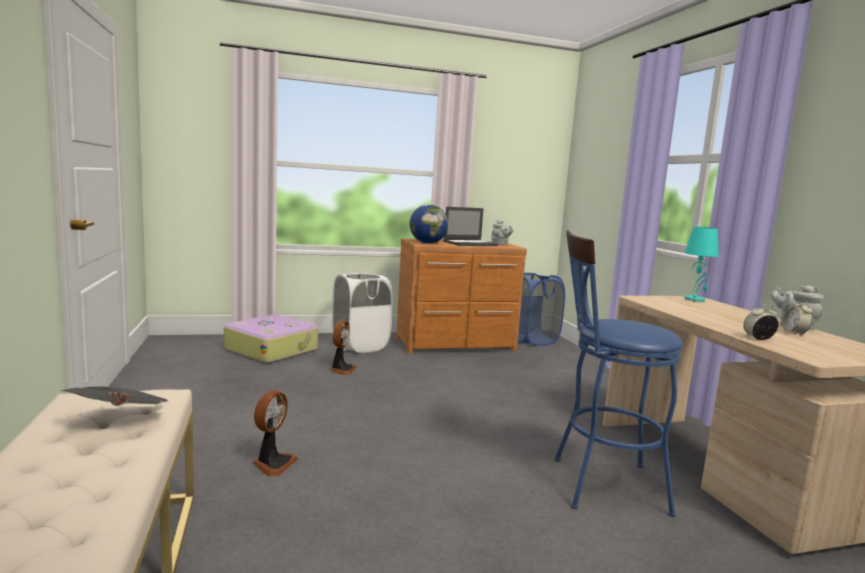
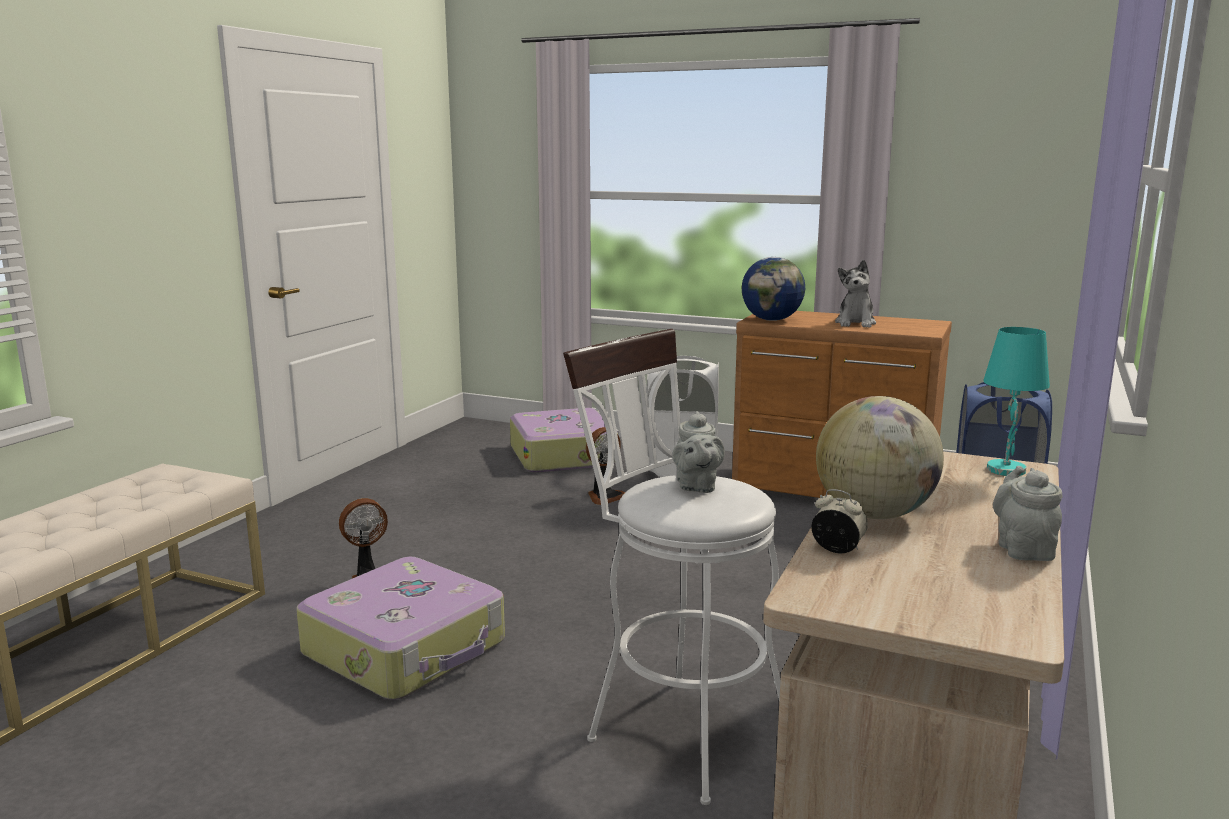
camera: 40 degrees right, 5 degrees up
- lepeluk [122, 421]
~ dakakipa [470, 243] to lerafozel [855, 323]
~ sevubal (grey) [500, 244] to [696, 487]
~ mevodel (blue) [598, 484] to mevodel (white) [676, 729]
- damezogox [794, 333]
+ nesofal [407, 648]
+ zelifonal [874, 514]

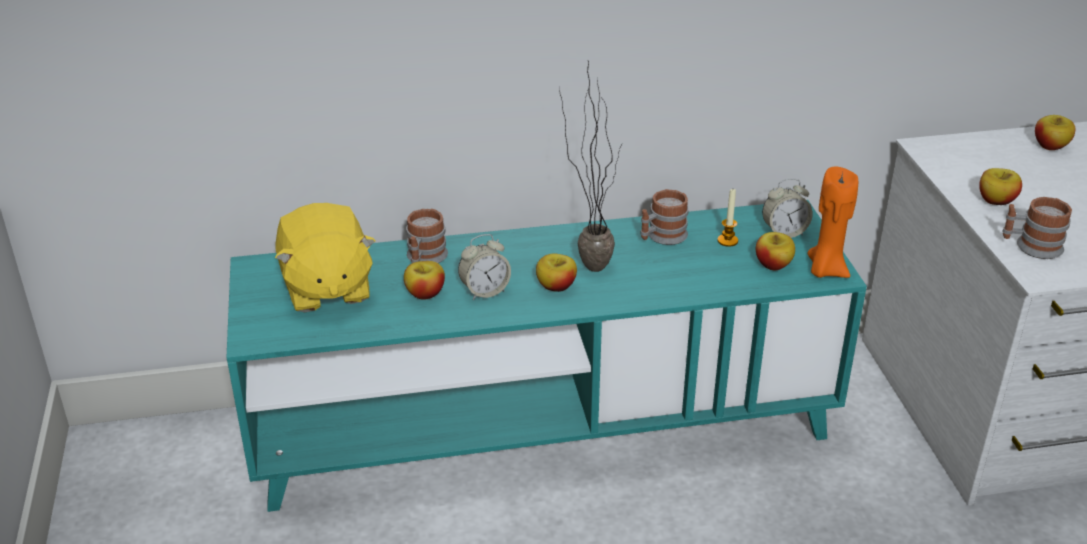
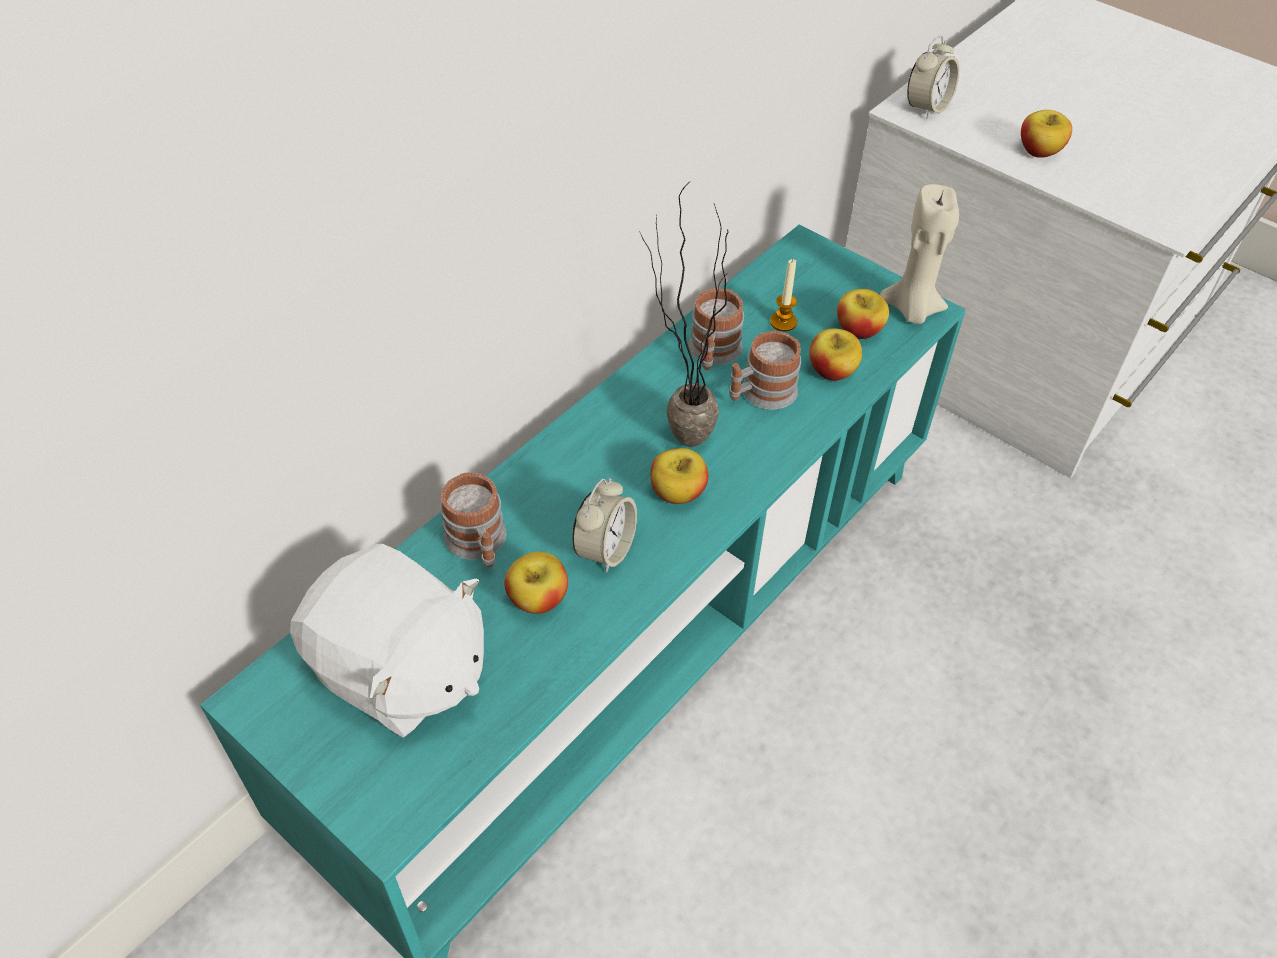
camera: 40 degrees left, 15 degrees up
~ lerafozel (yellow) [326, 288] to lerafozel (white) [399, 671]
~ damezogox [784, 232] to [927, 107]
~ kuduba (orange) [825, 270] to kuduba (beige) [912, 310]
~ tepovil [1031, 246] to [761, 394]
~ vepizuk [1050, 146] to [832, 371]

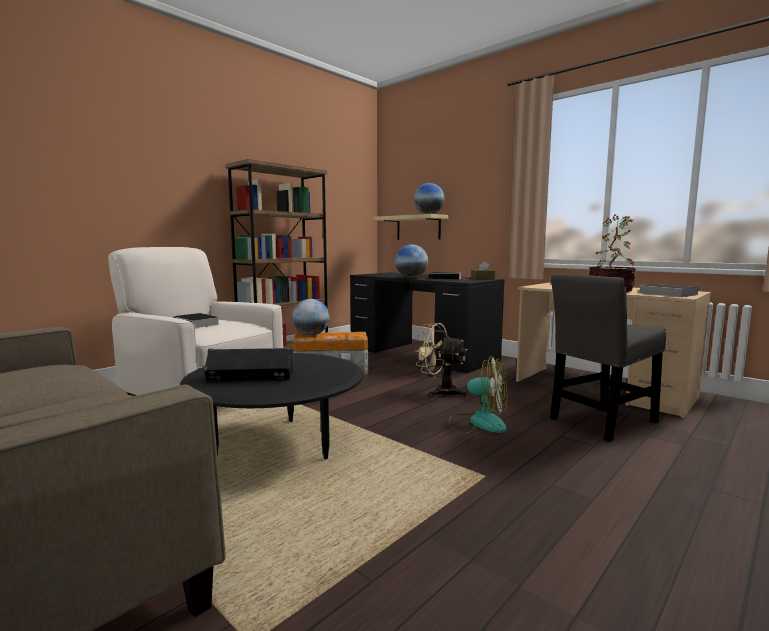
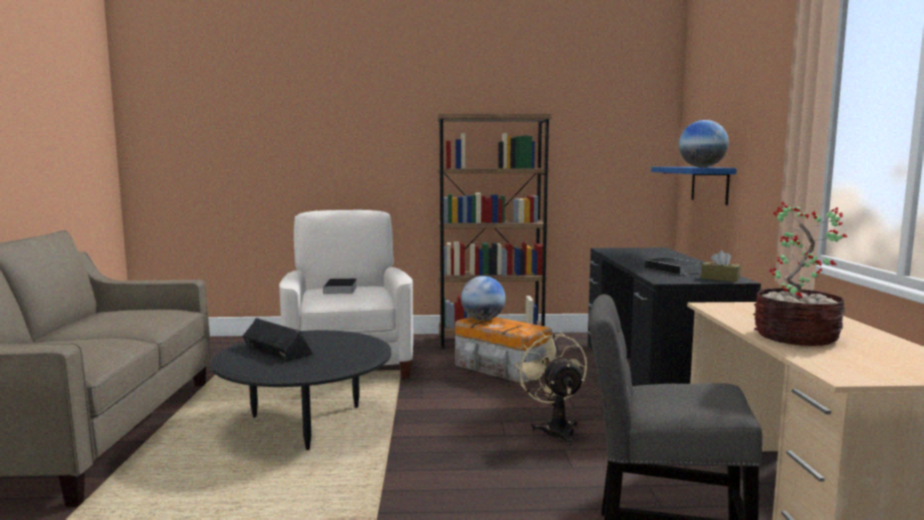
camera: 45 degrees right, 0 degrees up
~ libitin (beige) [418, 228] to libitin (blue) [710, 184]
- zelifonal [411, 277]
- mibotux [478, 422]
- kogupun [665, 293]

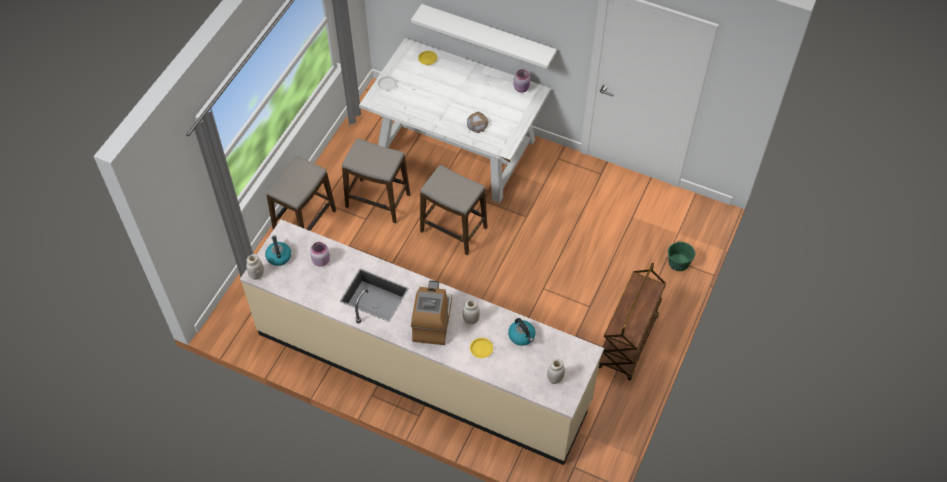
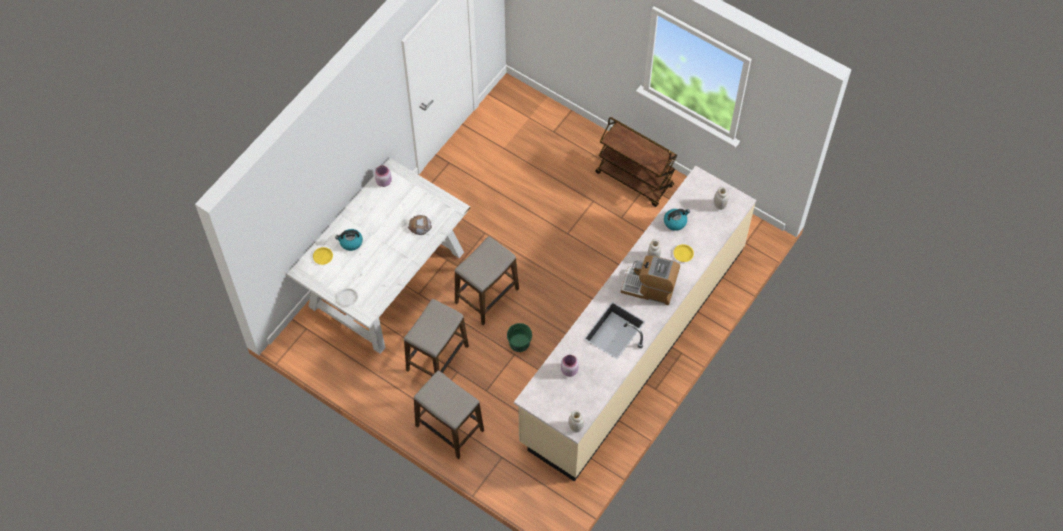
camera: 80 degrees left, 5 degrees up
~ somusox [278, 256] to [350, 242]
- libitin (white) [488, 35]
~ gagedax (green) [678, 262] to [519, 343]

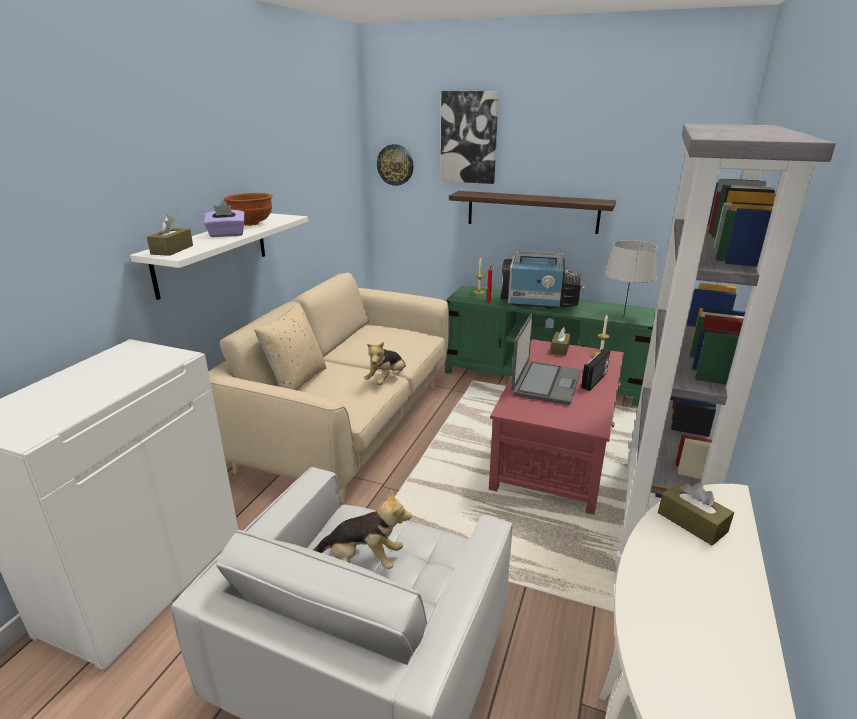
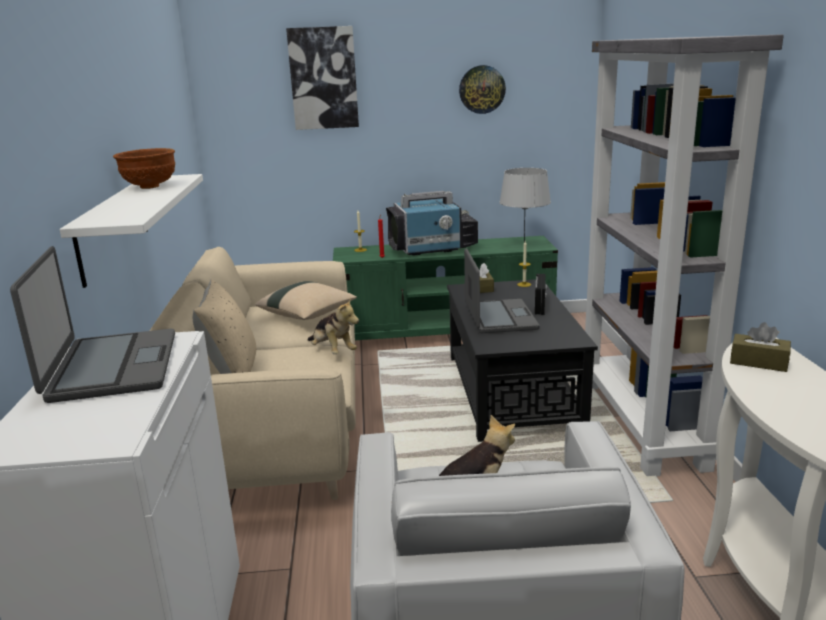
camera: 25 degrees left, 5 degrees down
- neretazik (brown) [172, 250]
- neretazik (purple) [227, 234]
~ lerafozel [387, 379] = [333, 351] 45 degrees counterclockwise
~ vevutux [395, 165] to [482, 89]
- libitin [532, 212]
~ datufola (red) [556, 450] to datufola (black) [512, 391]
+ dakakipa [111, 367]
+ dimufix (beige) [308, 315]

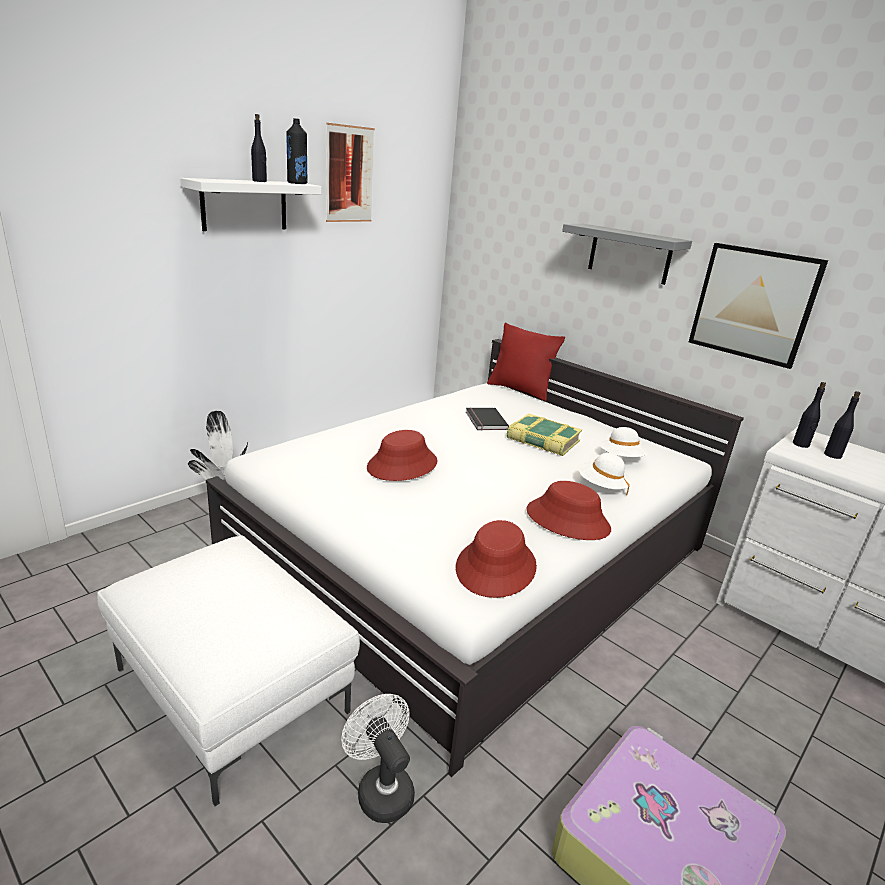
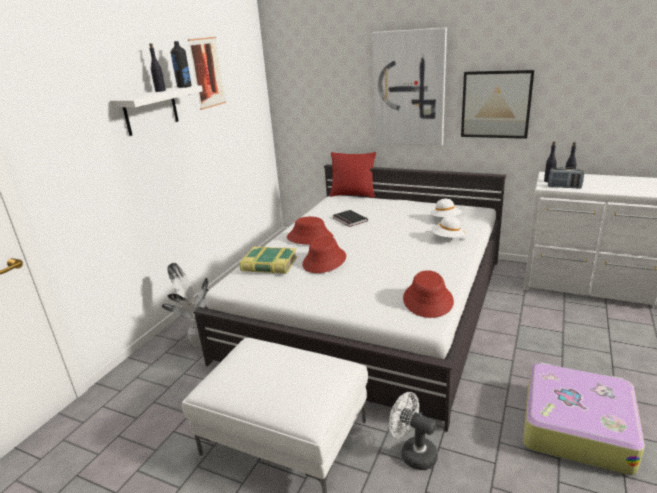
camera: 15 degrees left, 0 degrees up
~ kogupun [542, 441] to [269, 265]
~ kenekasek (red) [568, 520] to [310, 237]
~ libitin (grey) [629, 254] to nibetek [409, 89]
+ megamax [564, 187]

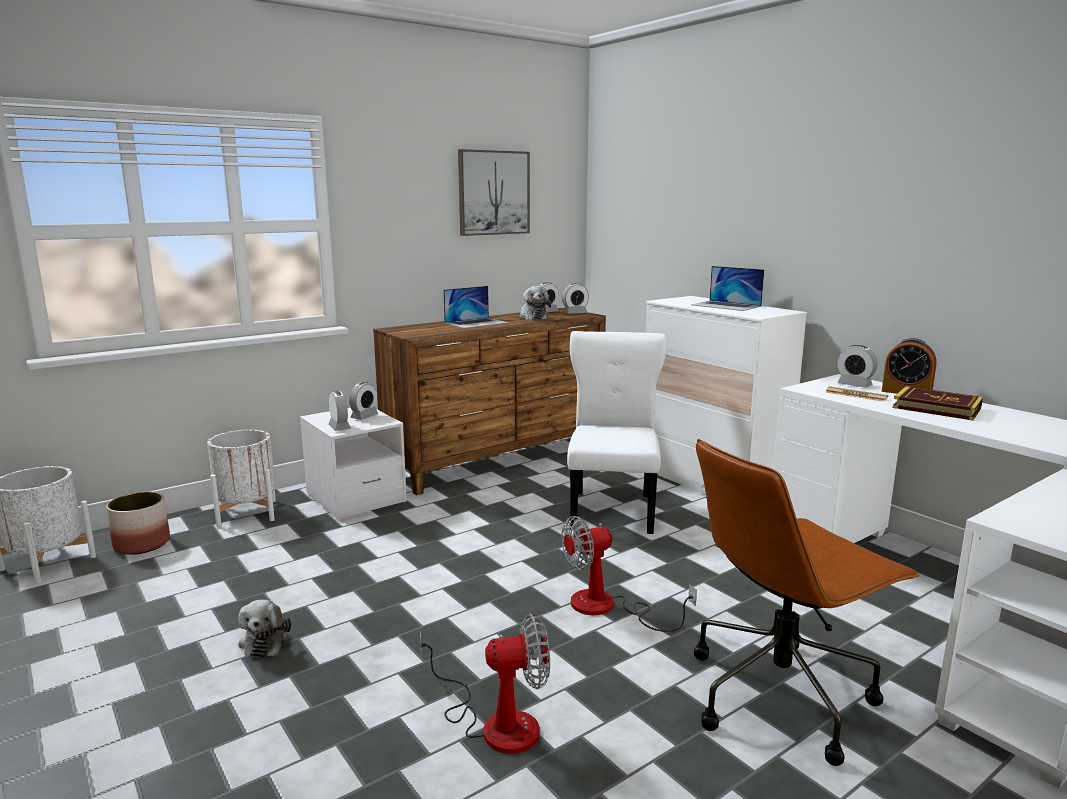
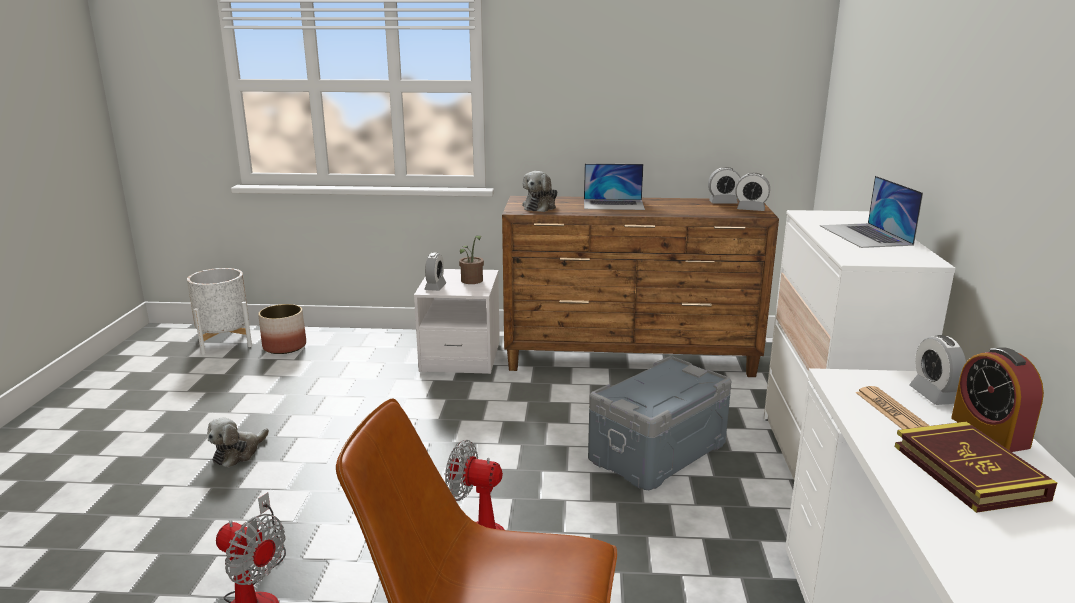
camera: 40 degrees right, 5 degrees up
- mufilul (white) [247, 513]
~ damezogox [364, 416] to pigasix [472, 281]
- nibetek [493, 193]
~ lerafozel [533, 317] to [540, 206]
~ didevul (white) [613, 509] to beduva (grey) [659, 452]

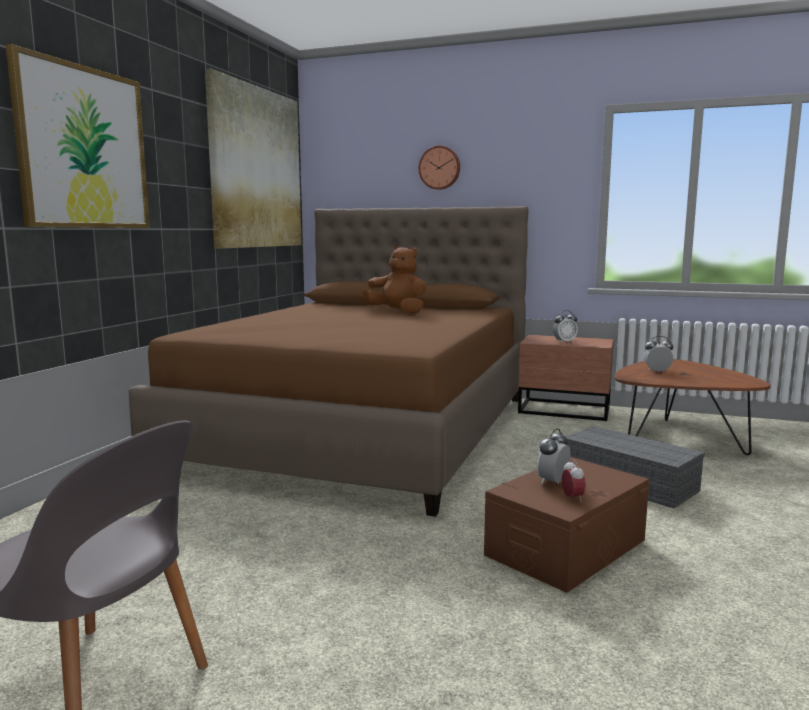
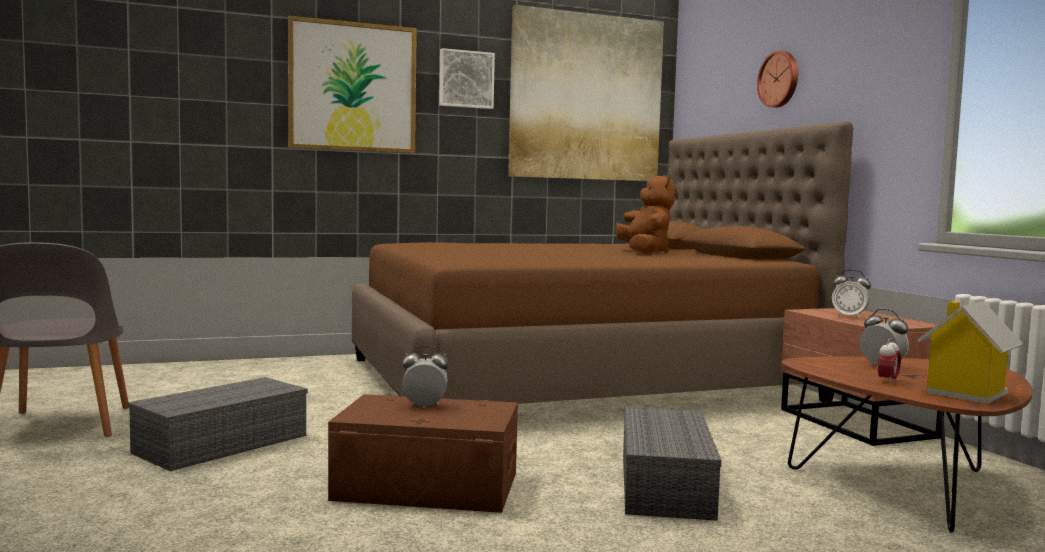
camera: 50 degrees right, 5 degrees down
~ damezogox [572, 498] to [887, 381]
+ beduva (grey) [223, 443]
+ nibetek [466, 79]
+ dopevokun [964, 393]

